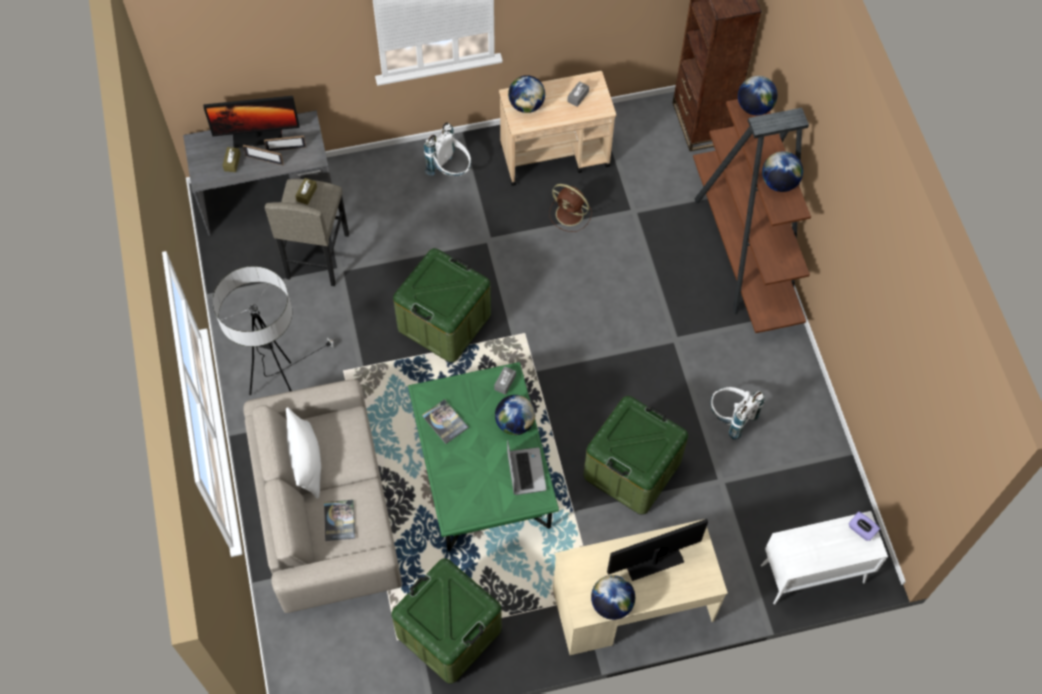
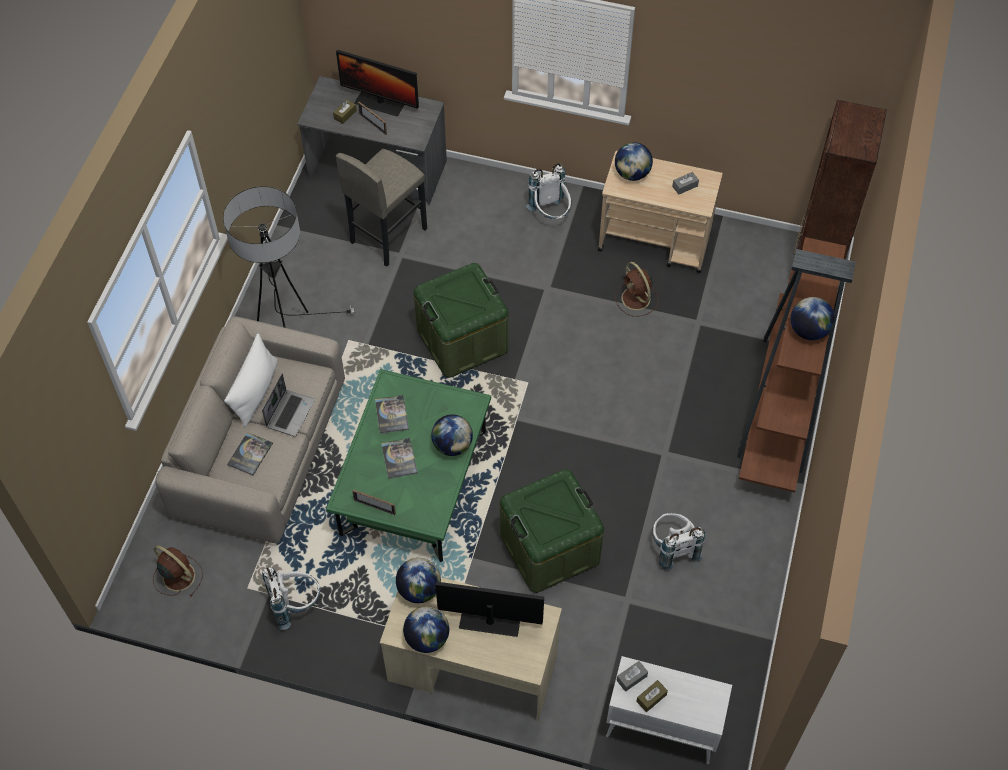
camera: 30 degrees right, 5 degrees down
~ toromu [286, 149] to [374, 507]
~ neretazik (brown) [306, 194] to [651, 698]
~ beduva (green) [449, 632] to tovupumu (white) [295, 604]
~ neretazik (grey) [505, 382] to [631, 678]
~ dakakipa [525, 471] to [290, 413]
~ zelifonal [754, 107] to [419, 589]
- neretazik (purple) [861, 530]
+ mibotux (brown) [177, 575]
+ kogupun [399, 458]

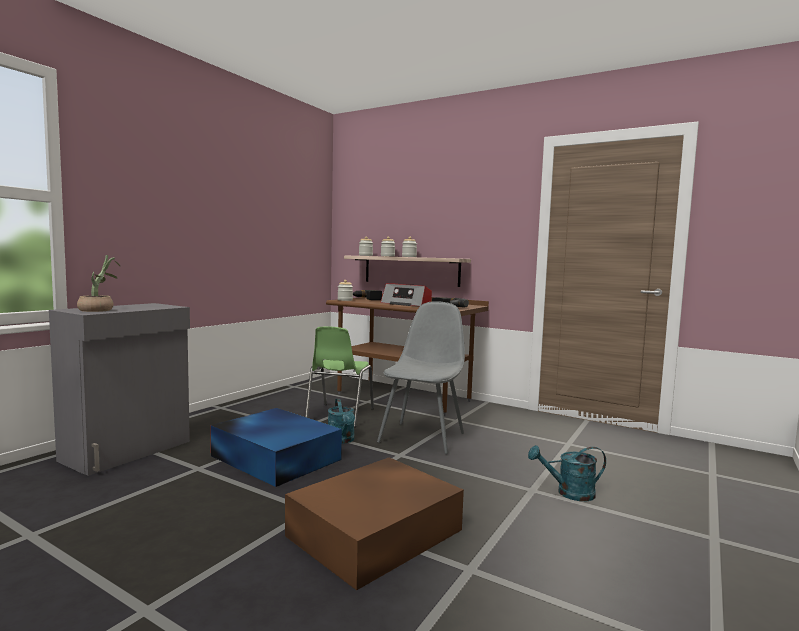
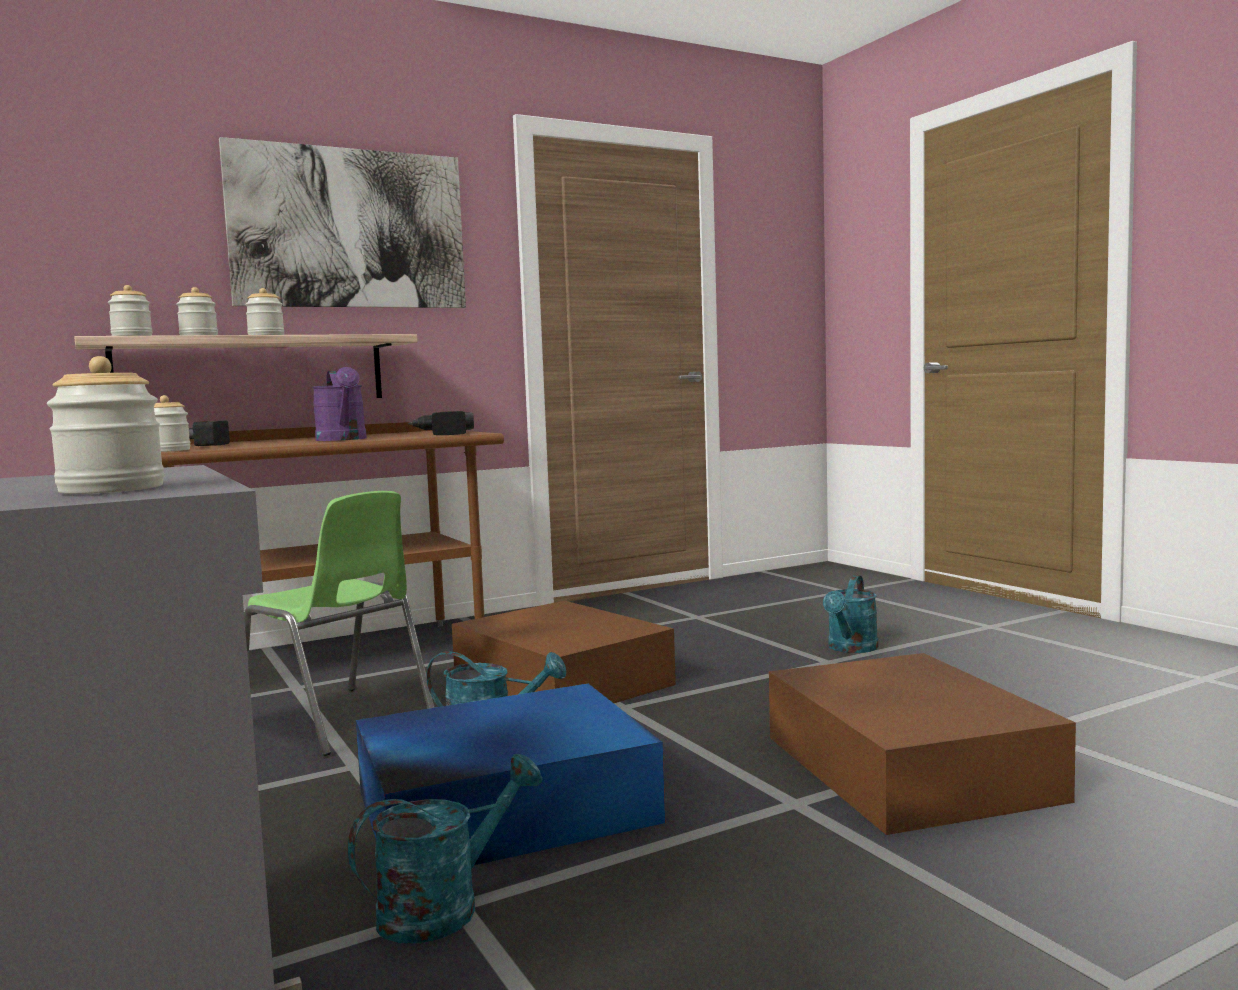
camera: 60 degrees left, 0 degrees up
~ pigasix [100, 310] to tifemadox [111, 489]
~ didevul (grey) [423, 437] to beduva (brown) [561, 680]
~ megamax [406, 304] to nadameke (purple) [343, 439]
+ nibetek [349, 228]
+ nadameke (turquoise) [444, 907]

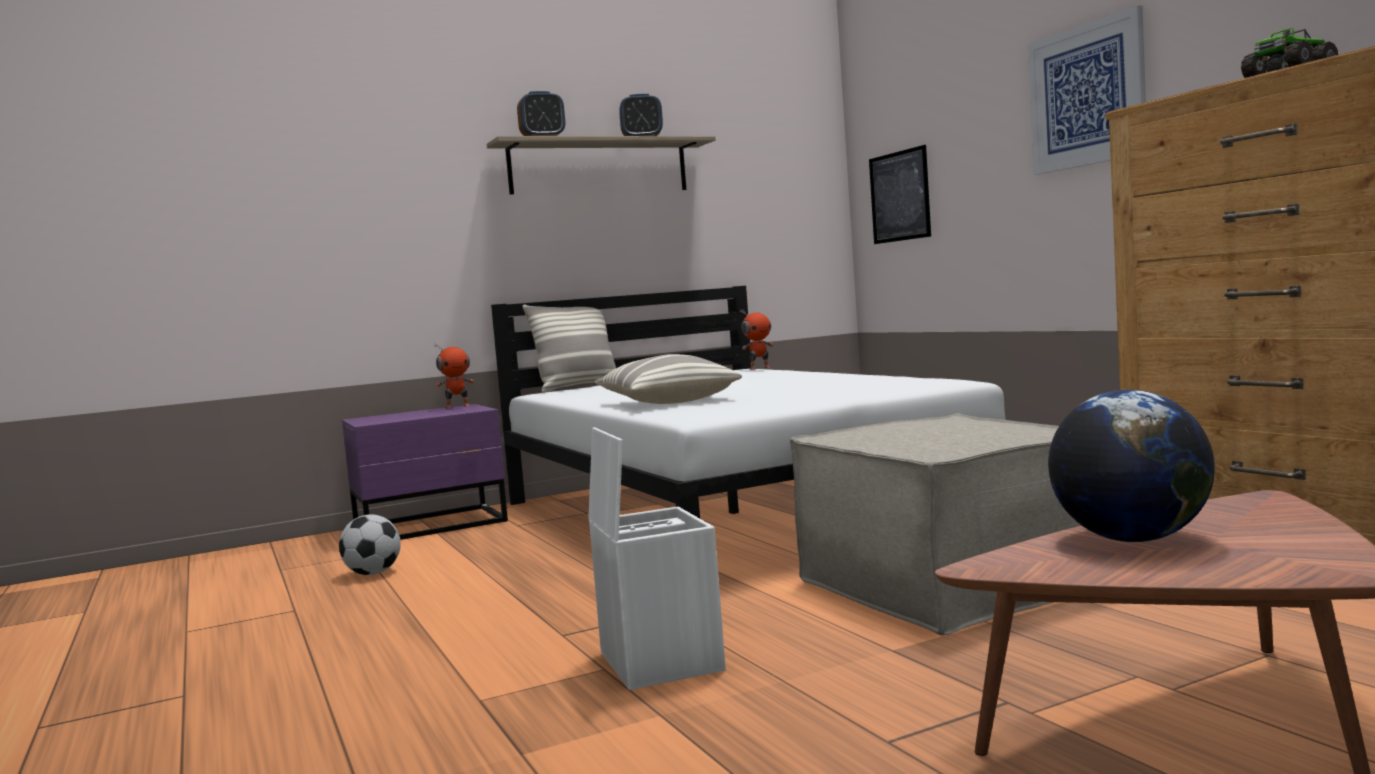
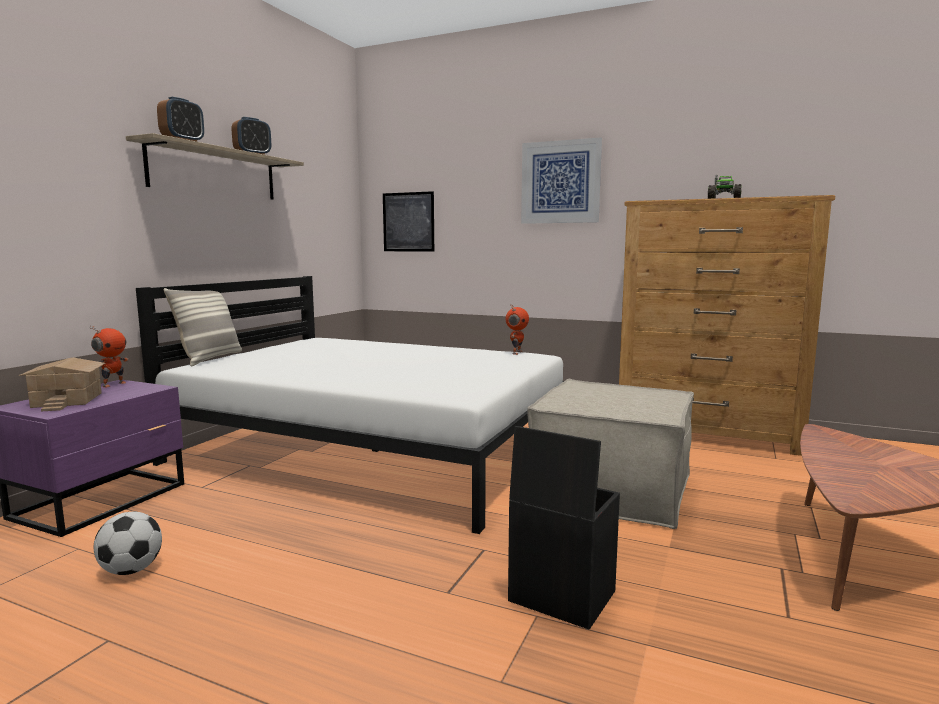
camera: 40 degrees left, 5 degrees up
~ beduva (white) [658, 661] to beduva (black) [559, 596]
- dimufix [667, 402]
~ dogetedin [759, 368] to [516, 353]
- zelifonal [1131, 539]
+ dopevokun [65, 400]

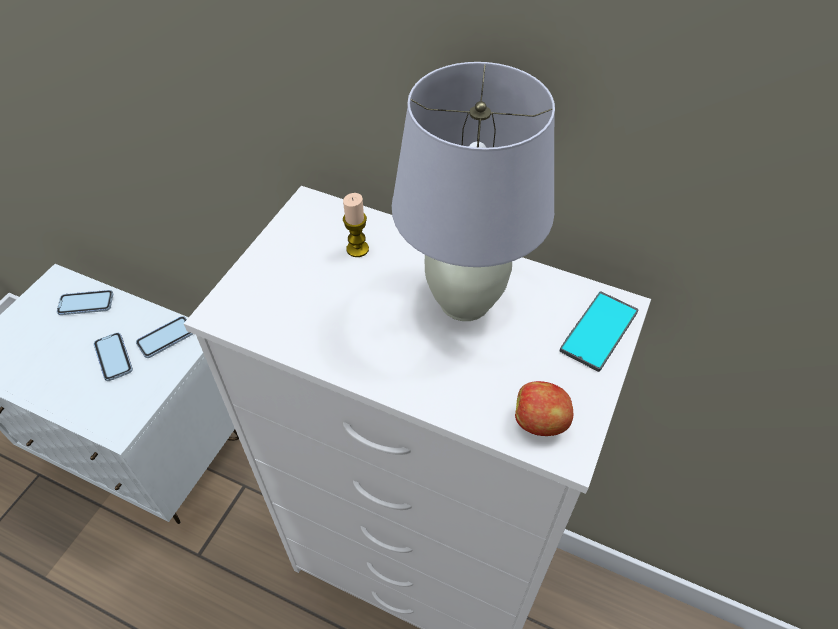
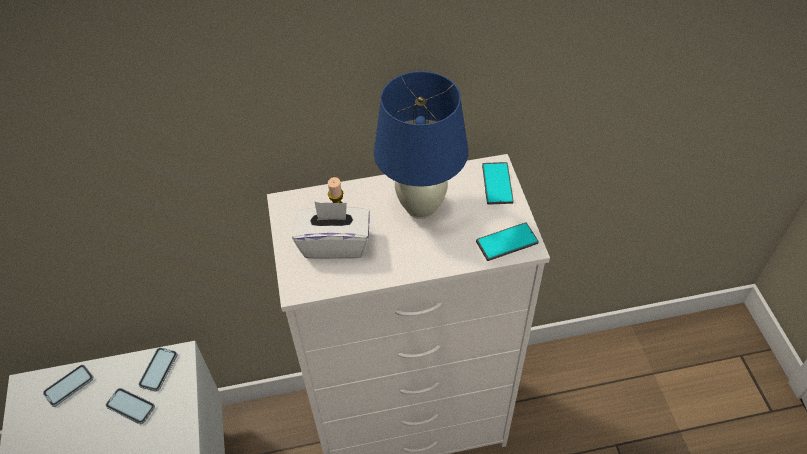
camera: 35 degrees left, 0 degrees up
~ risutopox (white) [465, 301] to risutopox (blue) [421, 206]
~ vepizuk [540, 422] to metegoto [507, 242]
+ neretazik (white) [335, 244]

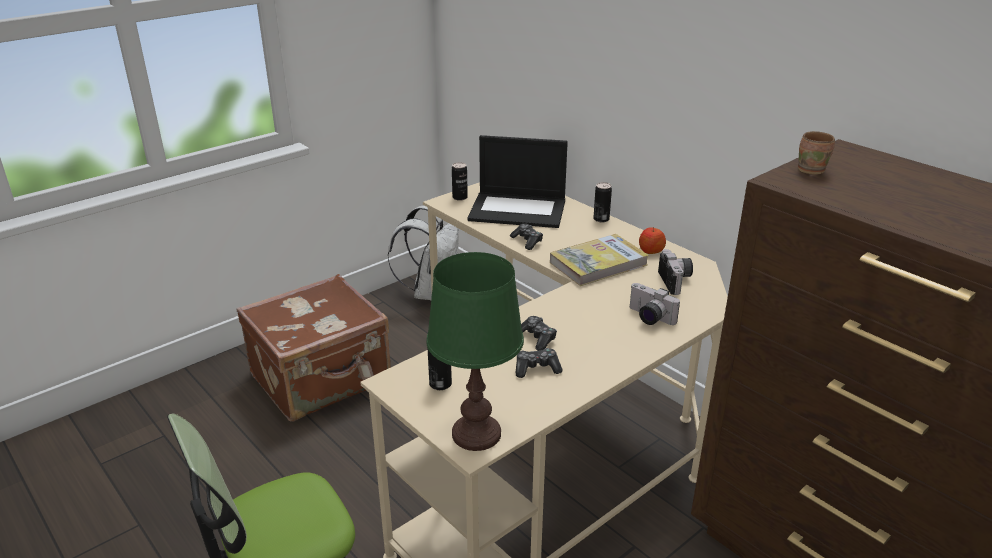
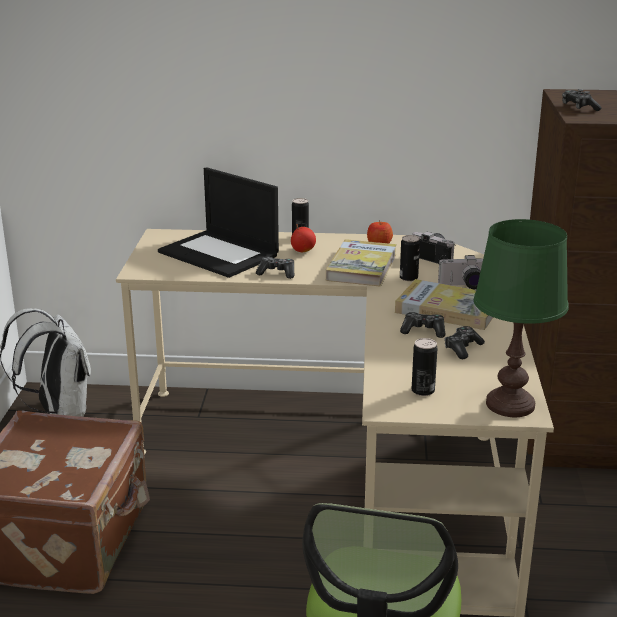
camera: 45 degrees left, 5 degrees down
~ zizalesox [460, 197] to [408, 278]
~ dakakipa [519, 210] = [220, 254] 75 degrees clockwise
~ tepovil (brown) [811, 169] to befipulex [579, 107]
+ vepizuk [303, 251]
+ kogupun [448, 309]

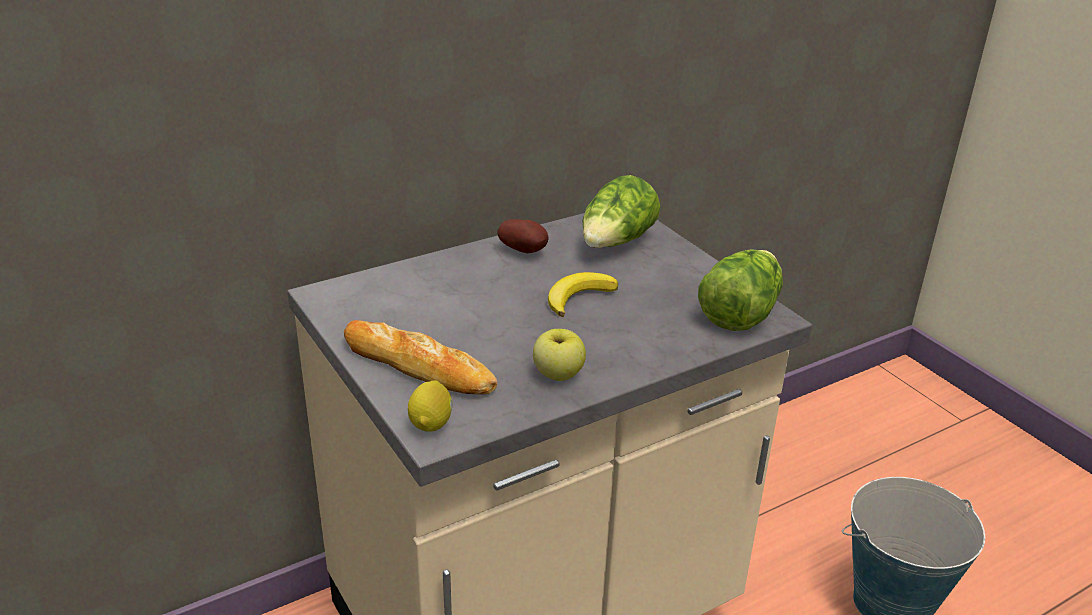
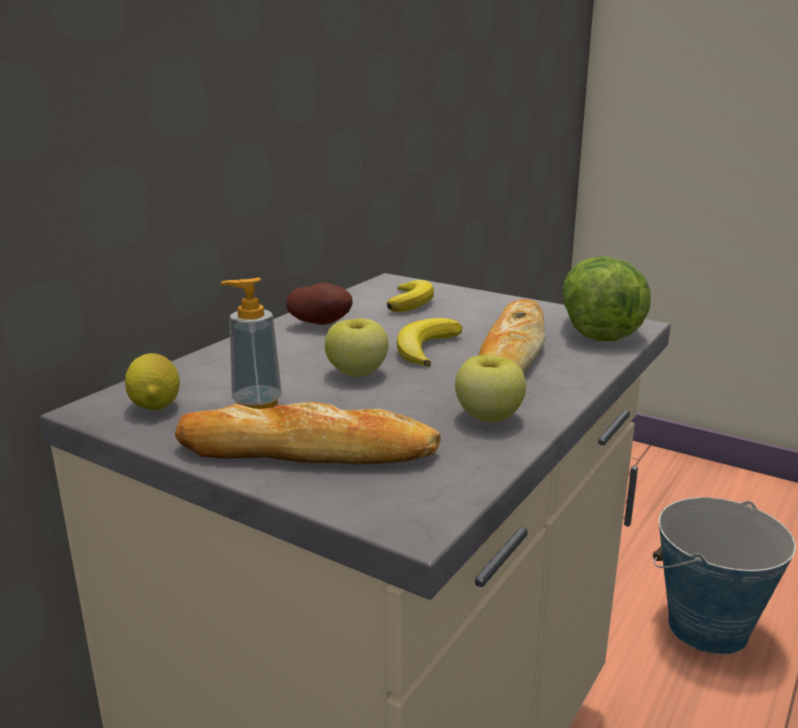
camera: 25 degrees left, 10 degrees down
~ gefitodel [431, 423] to [156, 405]
~ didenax [616, 242] to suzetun [411, 301]
+ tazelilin [257, 403]
+ vepizuk [357, 373]
+ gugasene [512, 350]

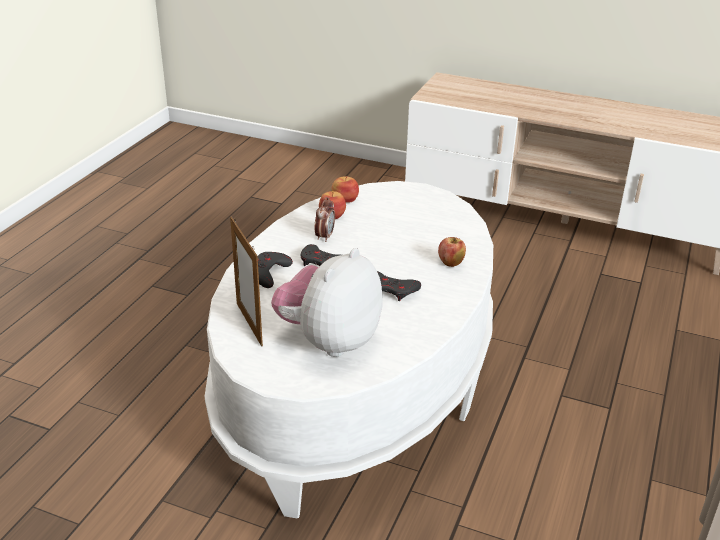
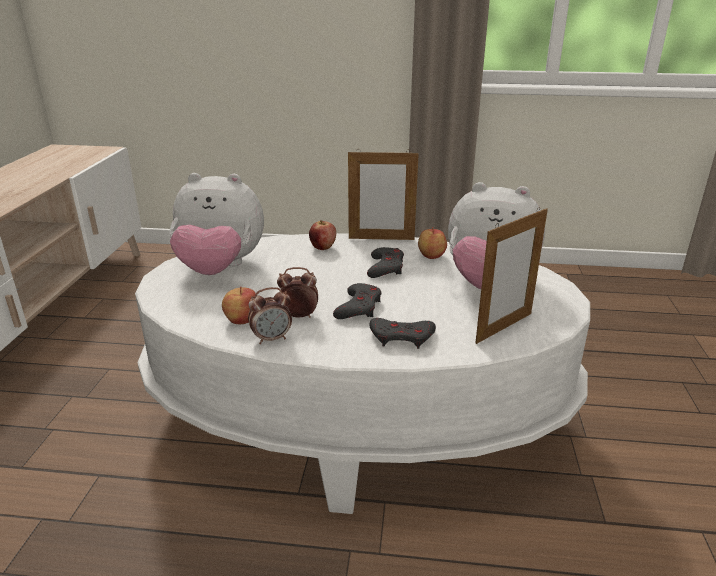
camera: 105 degrees left, 5 degrees down
~ vepizuk [345, 199] to [430, 256]
+ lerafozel [220, 269]
+ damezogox [272, 338]
+ toromu [381, 239]

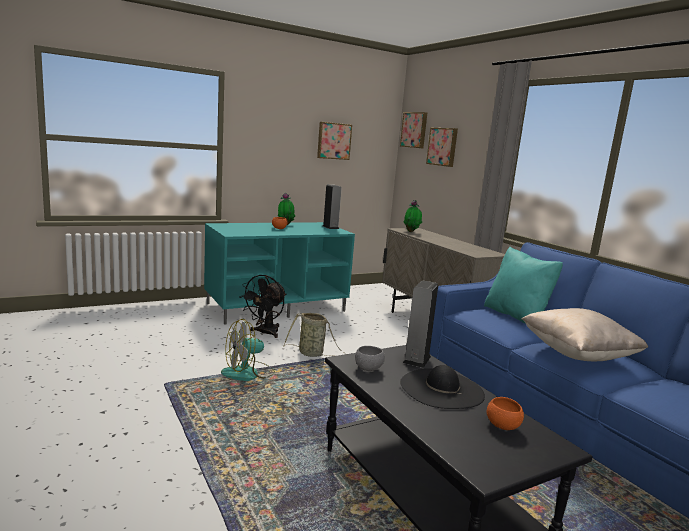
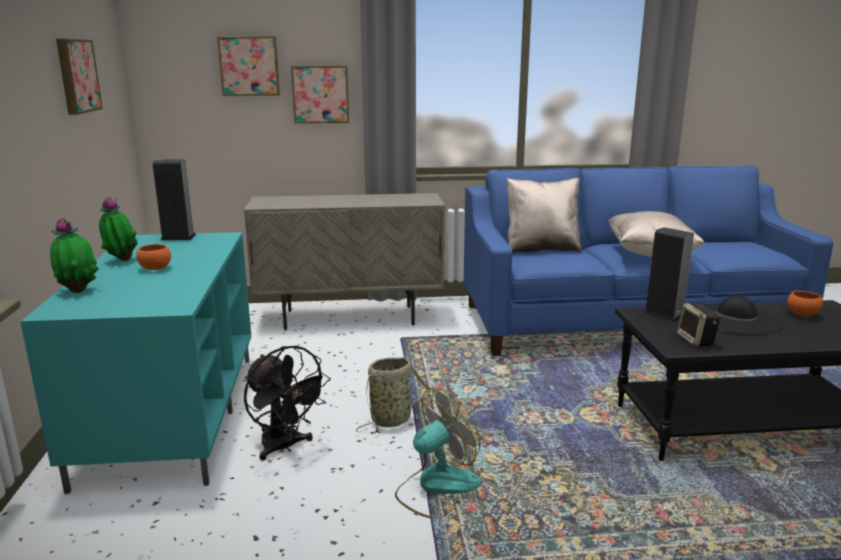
camera: 65 degrees left, 5 degrees up
~ mibotux [248, 373] = [437, 488] 120 degrees counterclockwise
~ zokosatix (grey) [368, 369] to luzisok [696, 341]
~ nibetek [414, 130] to [320, 94]
~ pigasix [411, 232] to [78, 290]
~ dimufix (turquoise) [516, 316] to dimufix (beige) [541, 249]

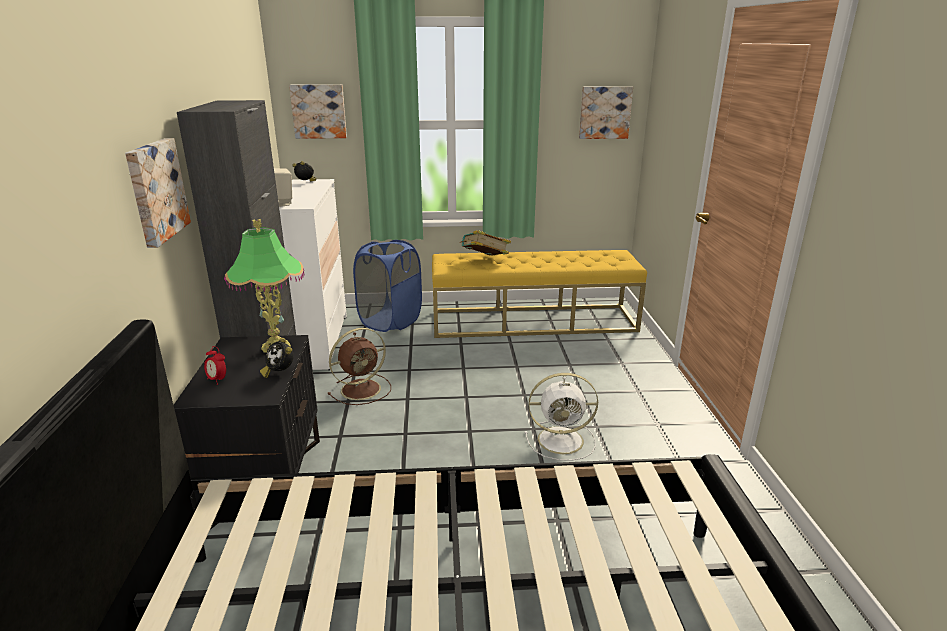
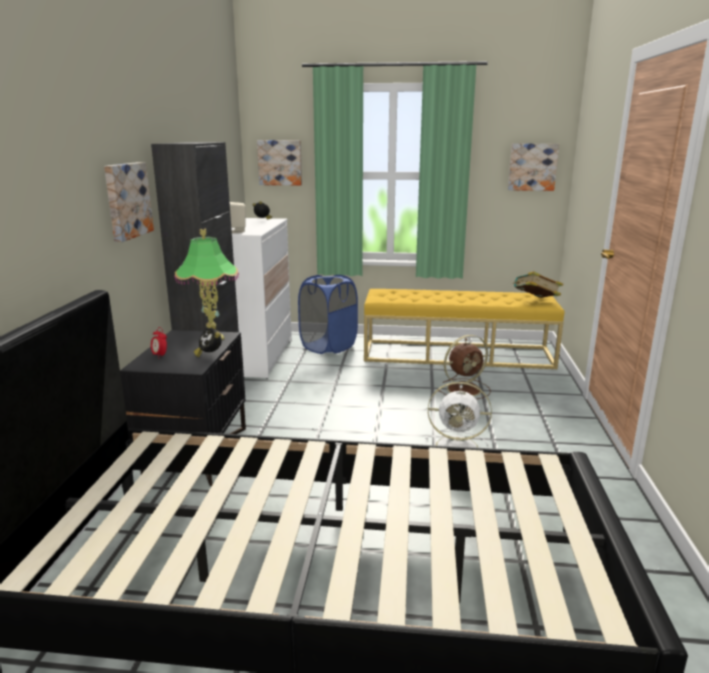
camera: 10 degrees right, 5 degrees down
~ mibotux (brown) [362, 389] to [465, 389]
~ kogupun [484, 260] to [535, 301]

